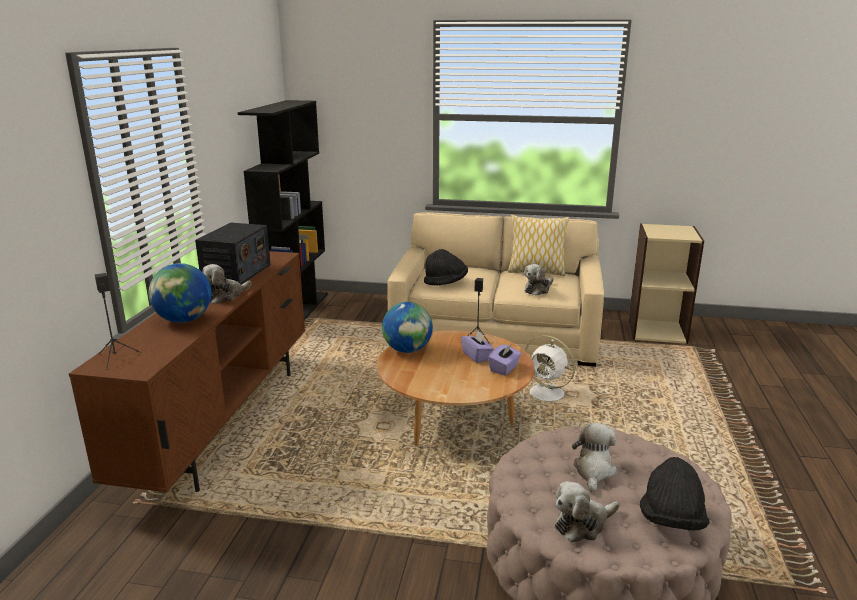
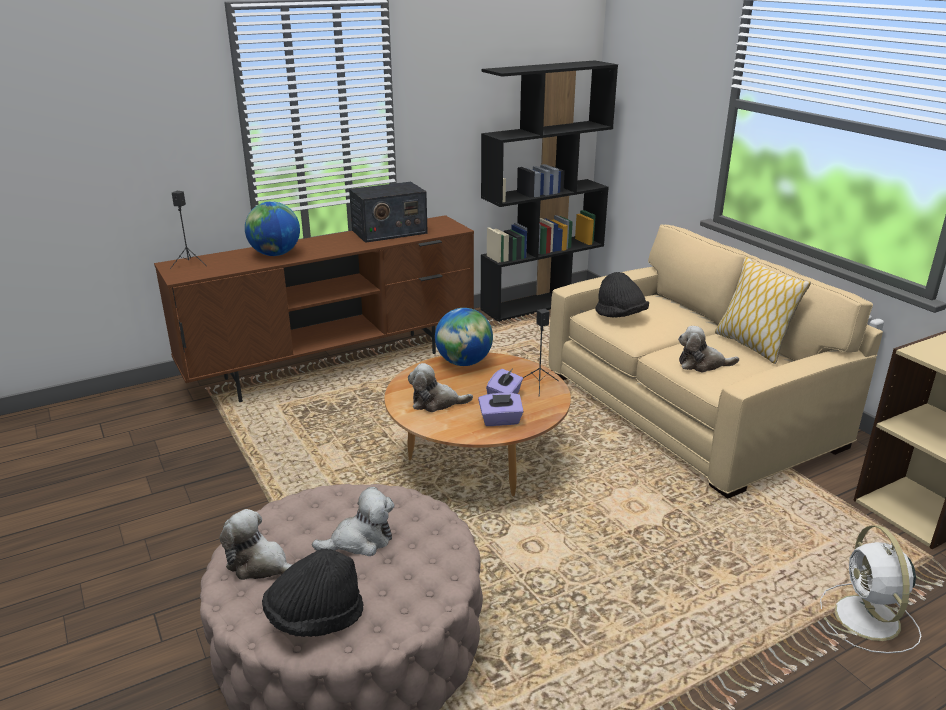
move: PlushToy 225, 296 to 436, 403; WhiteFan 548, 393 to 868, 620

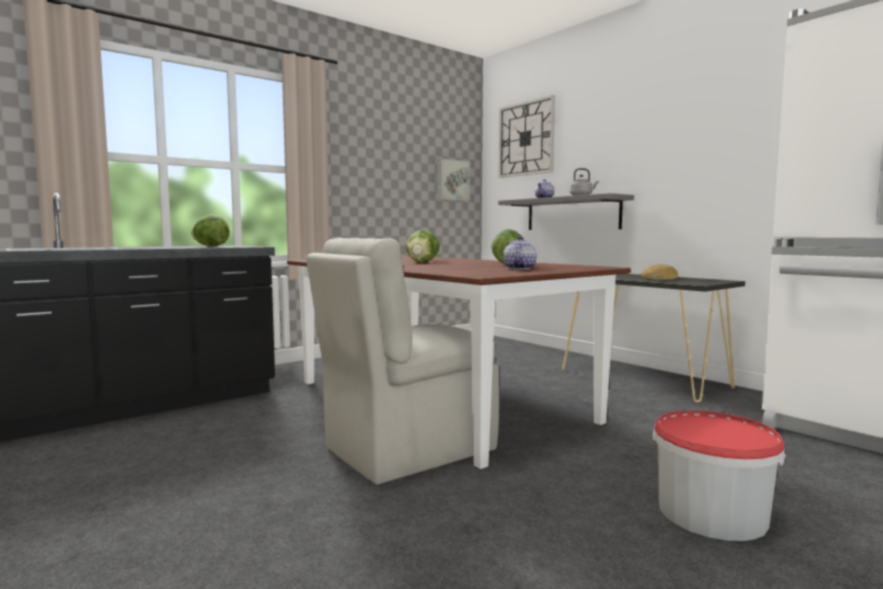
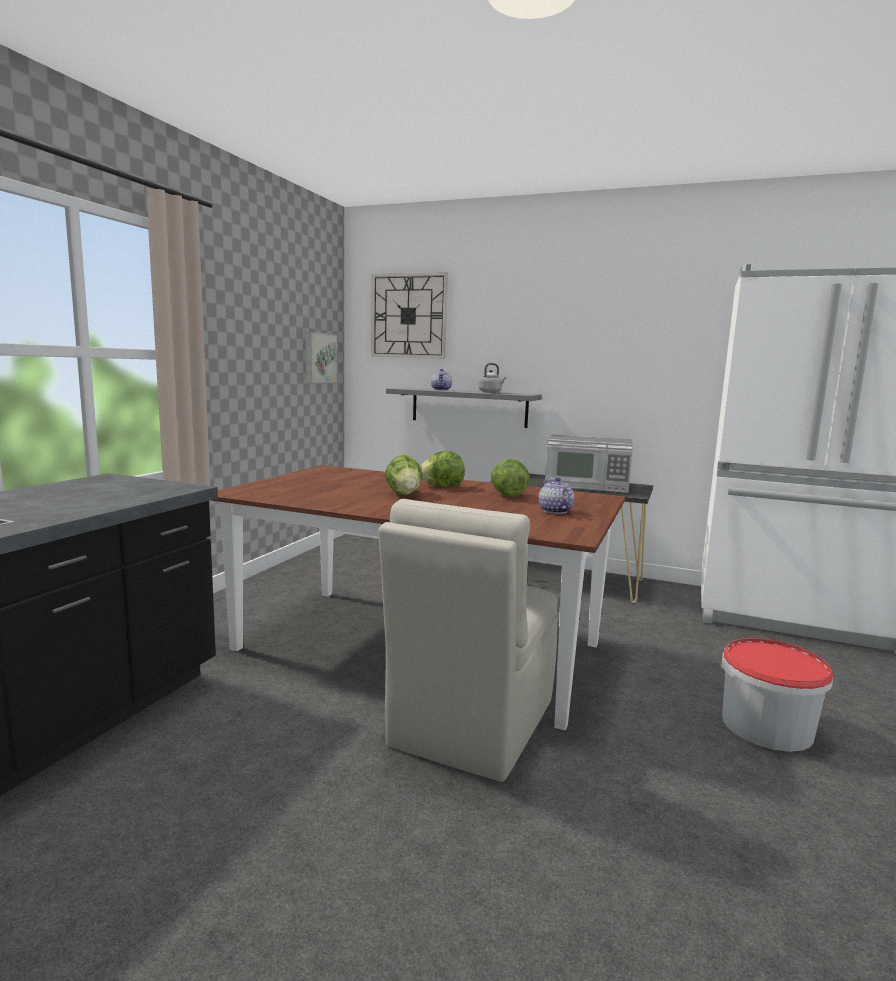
move: Lettuce 210, 246 to 442, 486
replace: Bread 660, 279 to Microwave 587, 485

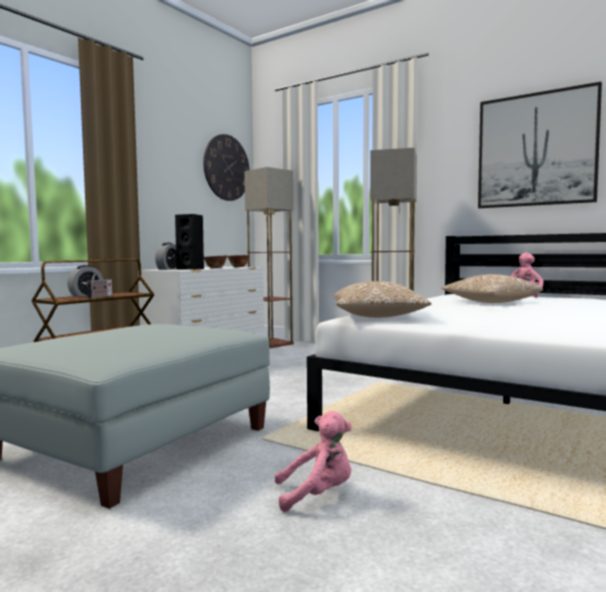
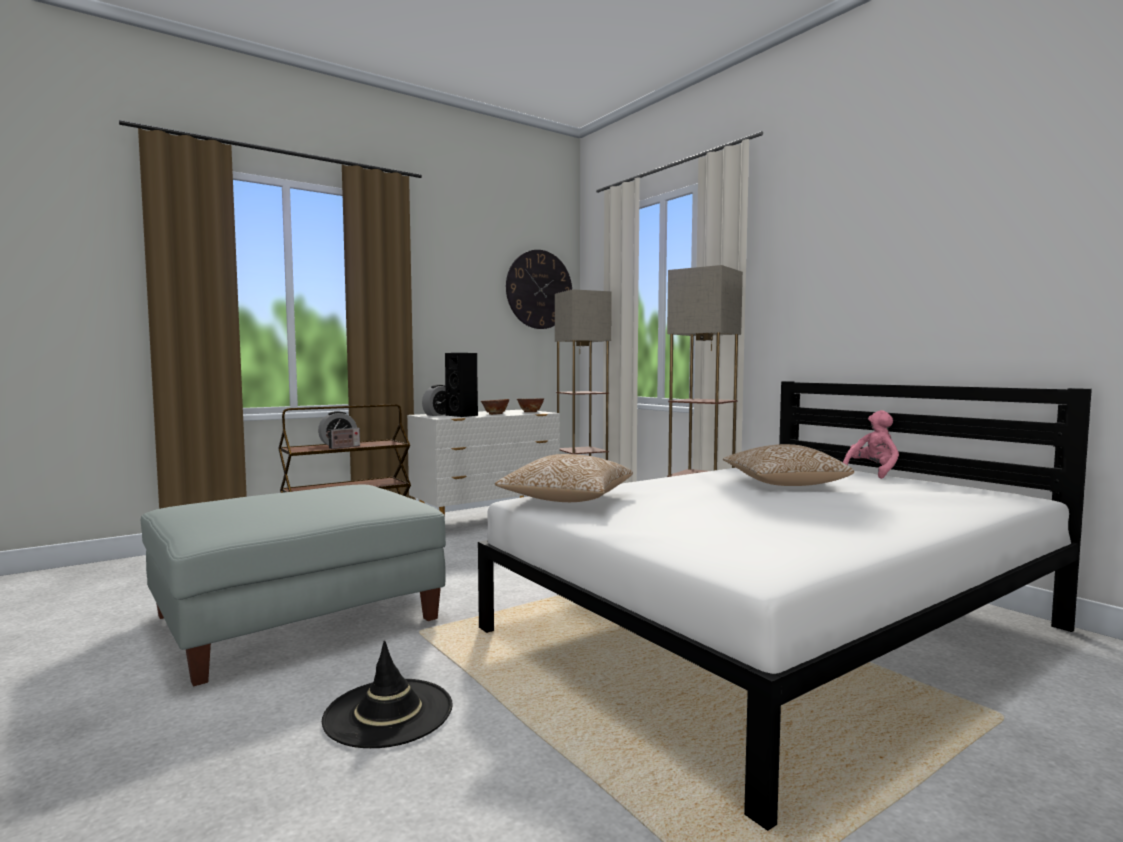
delete: Picture 536, 150
replace: PinkPlushToy 317, 495 to BlackHat 389, 713

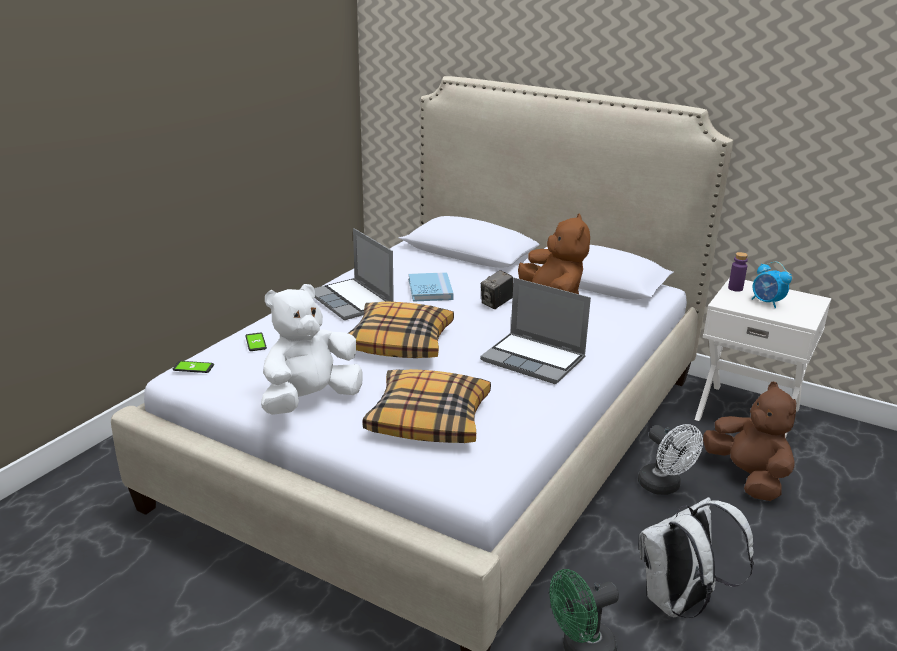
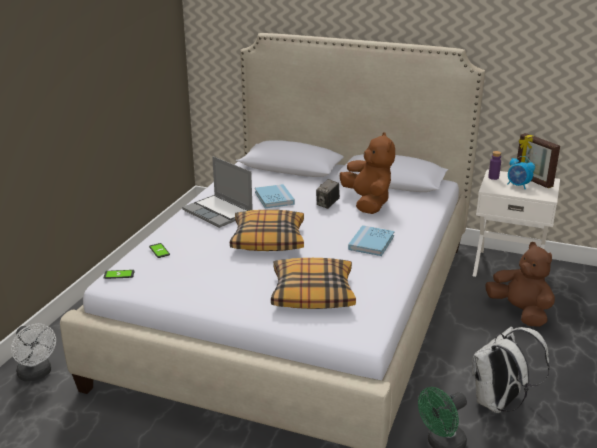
delete: WhitePlushToy 310, 400
insert: PictureFrame 532, 181
move: WhiteFan 664, 487 to 37, 374
replace: Laptop 535, 360 to BlueBook 371, 242

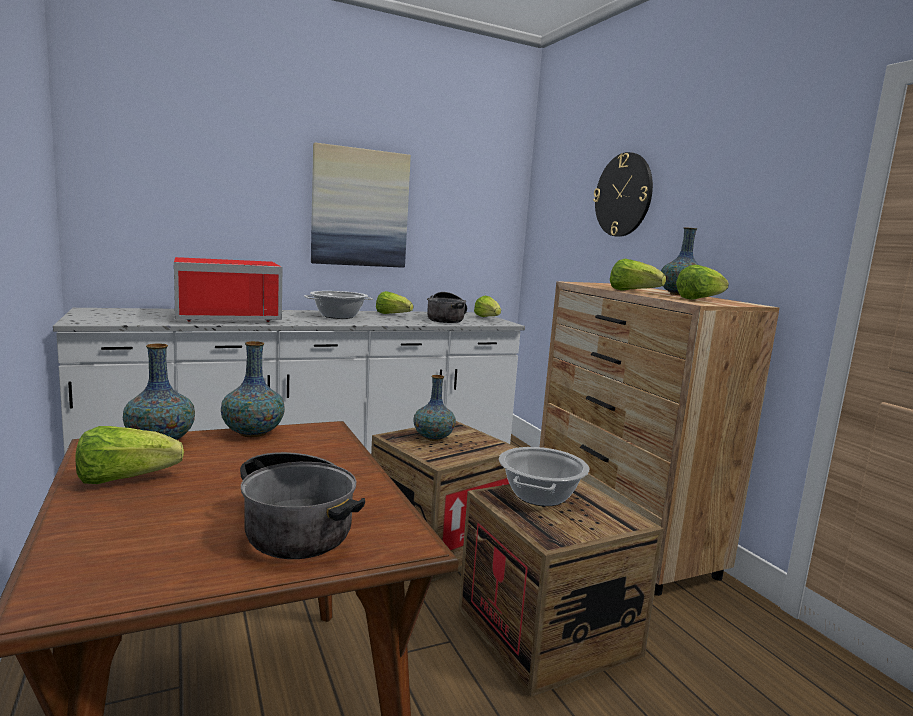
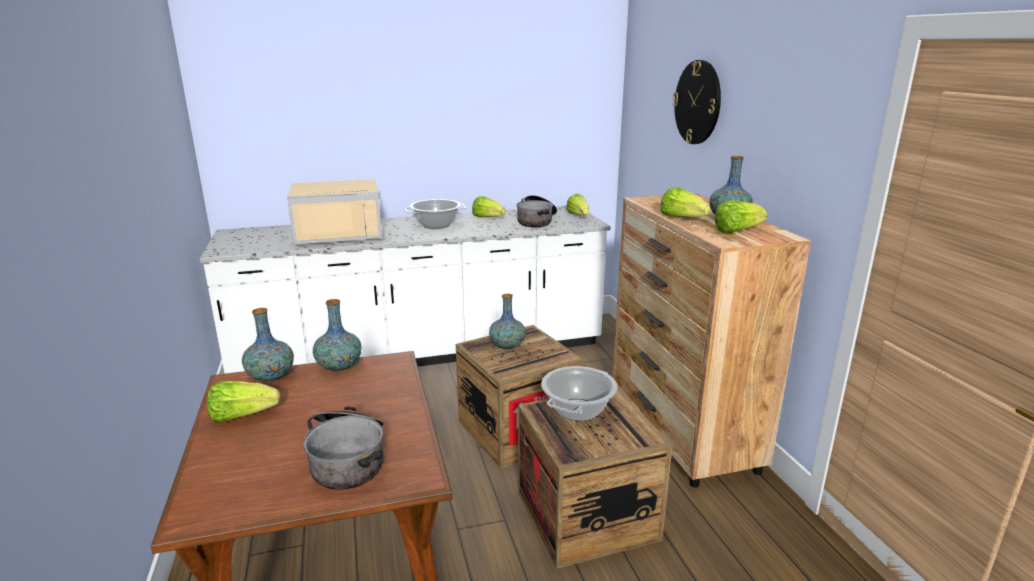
delete: Picture 360, 208
recolor: RedMicrowave 228, 316 to BeigeMicrowave 339, 233

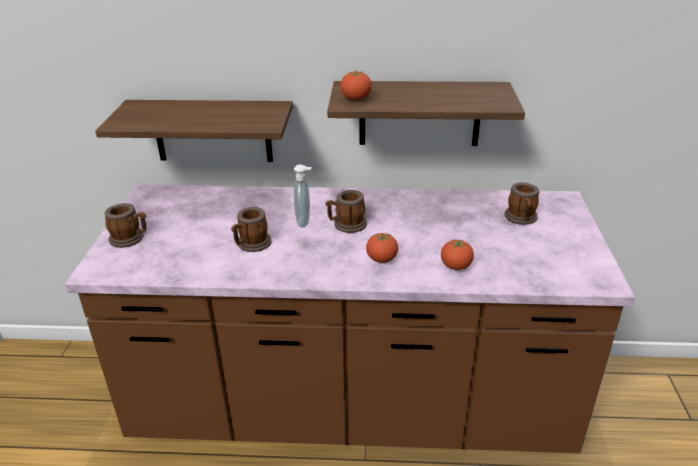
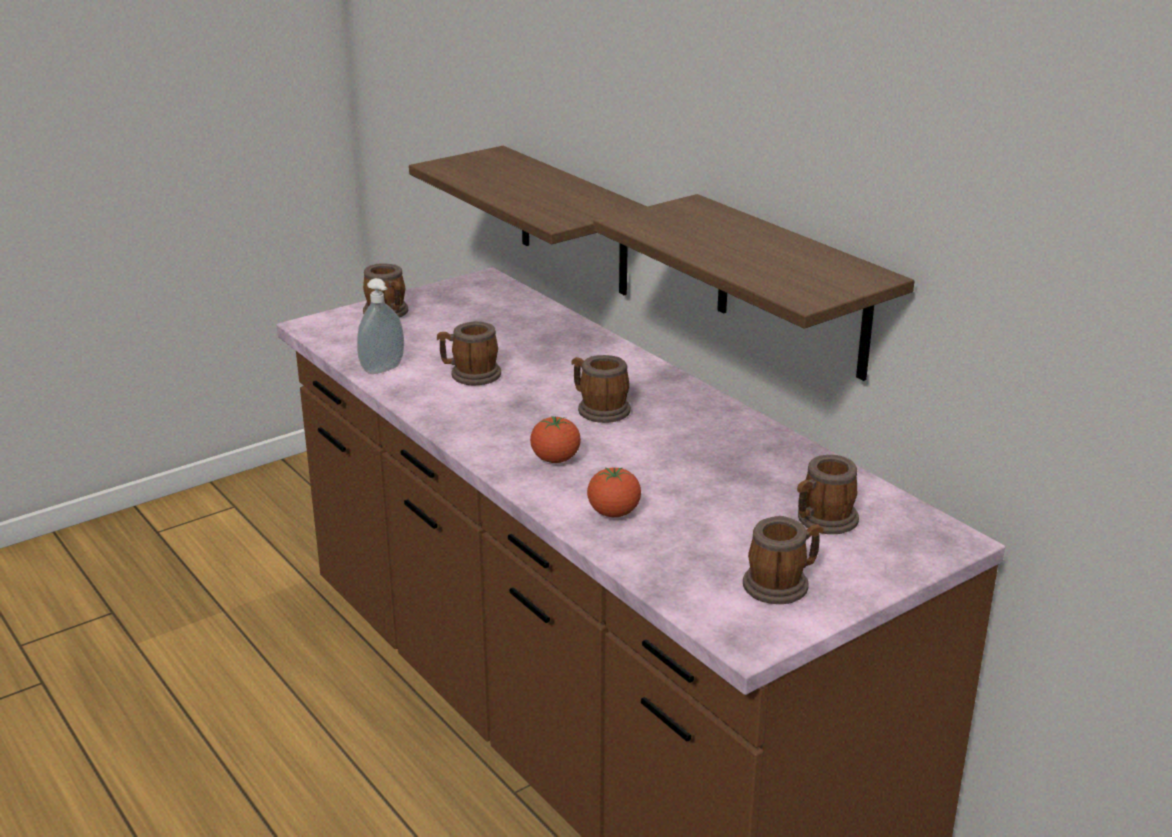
delete: Tomato 356, 99
insert: Mug 782, 584
move: SoapDispenser 304, 222 to 384, 370

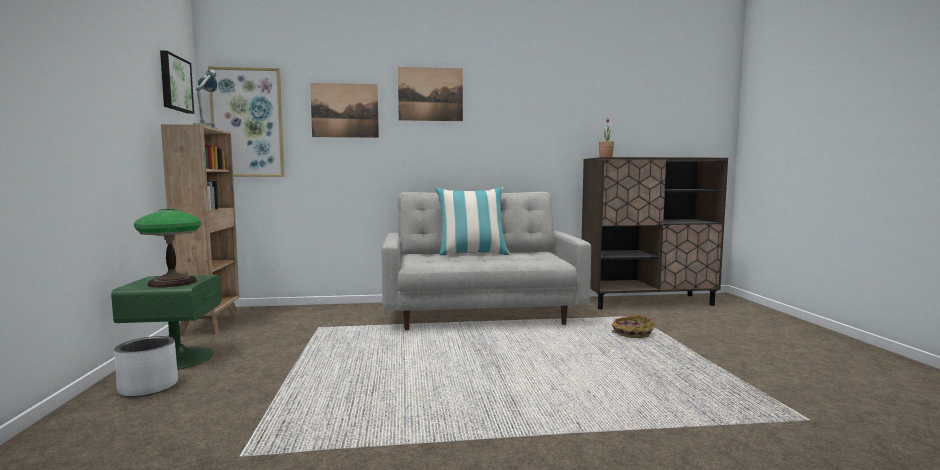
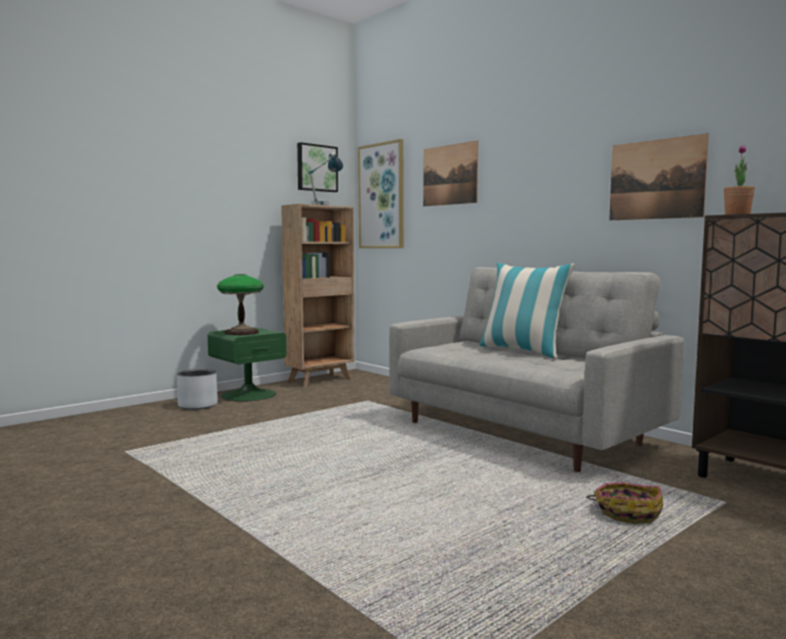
move: Picture 430, 94 to 656, 179

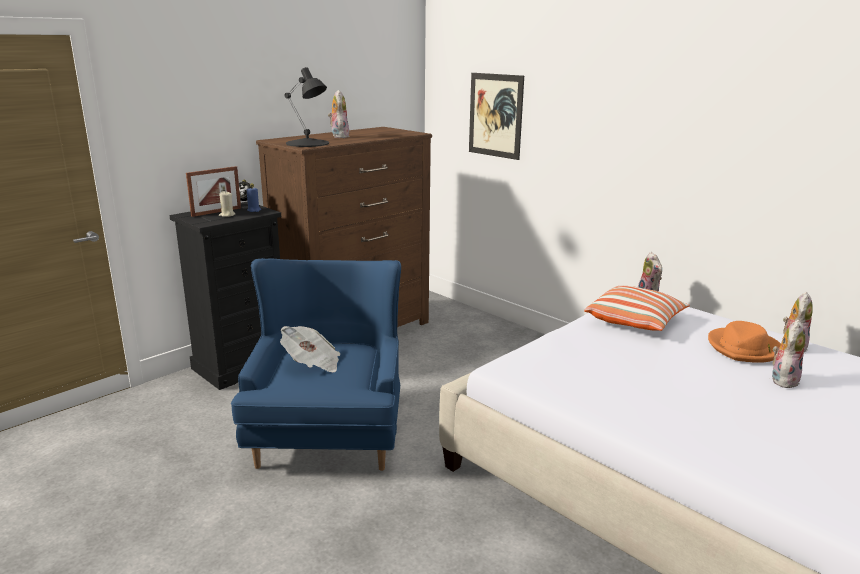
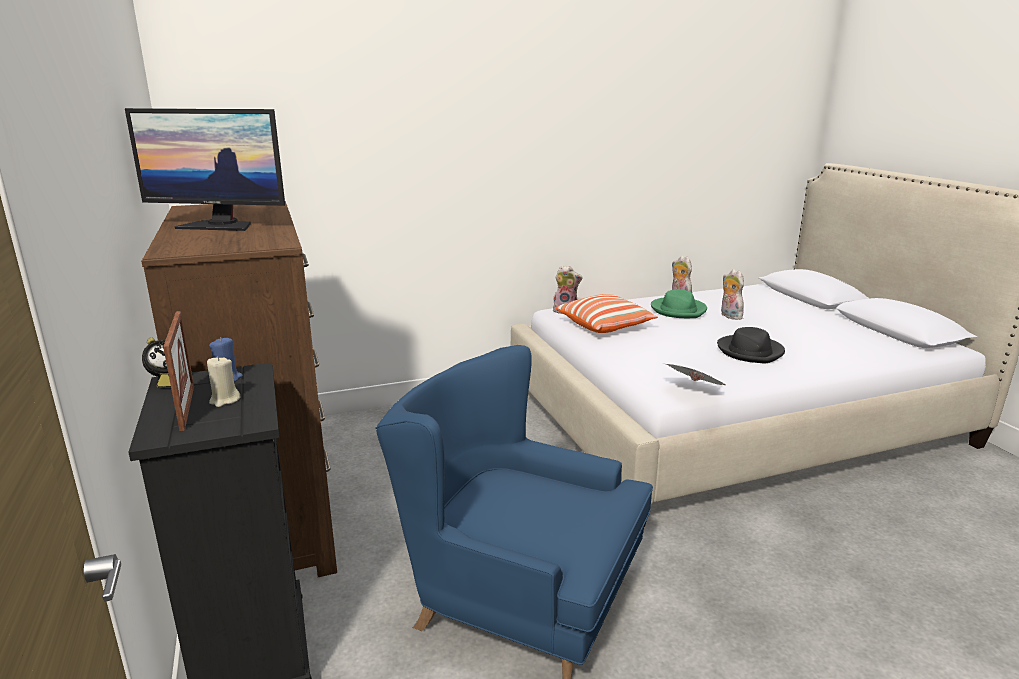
delete: BlackTableLamp 307, 143; Picture 495, 115
insert: BlackHat 750, 351
move: Newspaper 312, 363 to 695, 391
replace: PlushToy 339, 136 to Monitor 219, 226
recolor: OrangeHat 744, 348 to GreenHat 678, 310

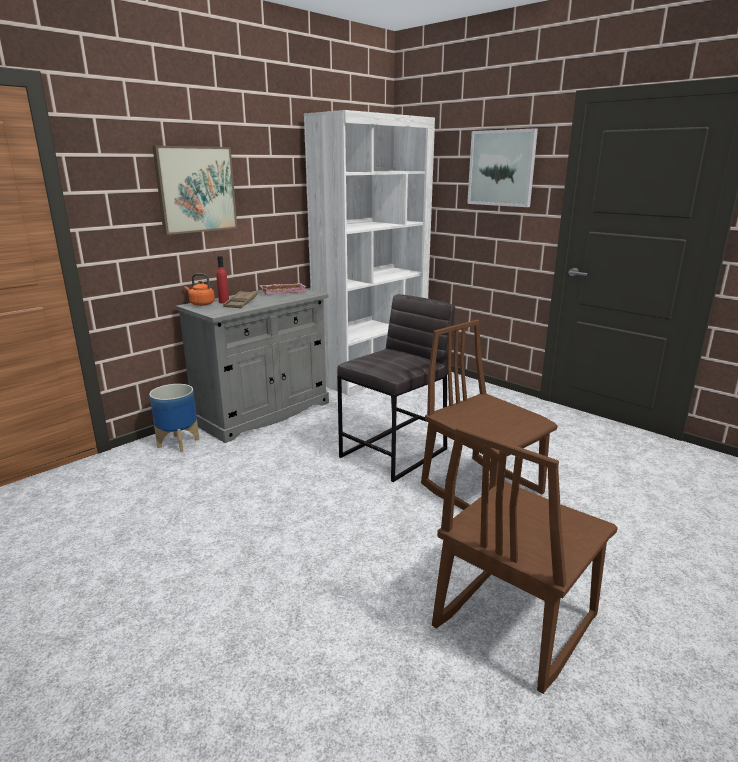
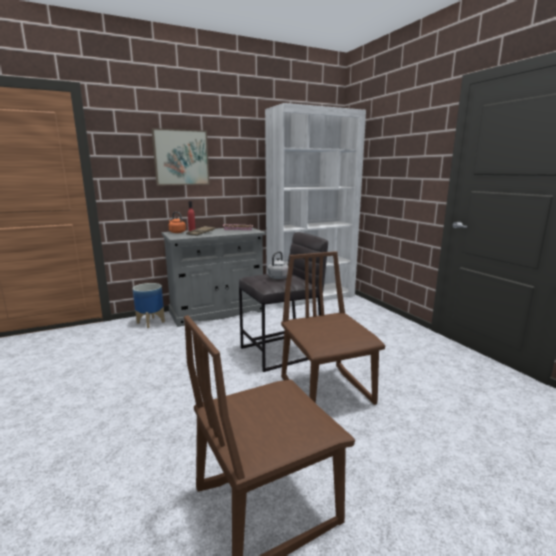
delete: Picture 501, 168
insert: GreyKettle 277, 278

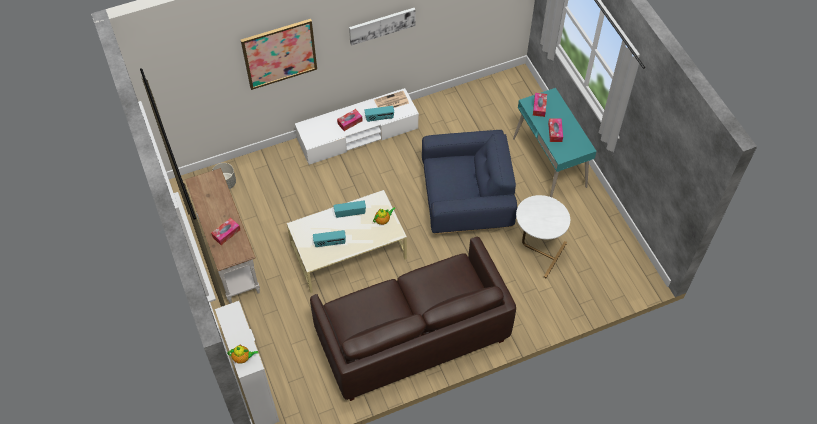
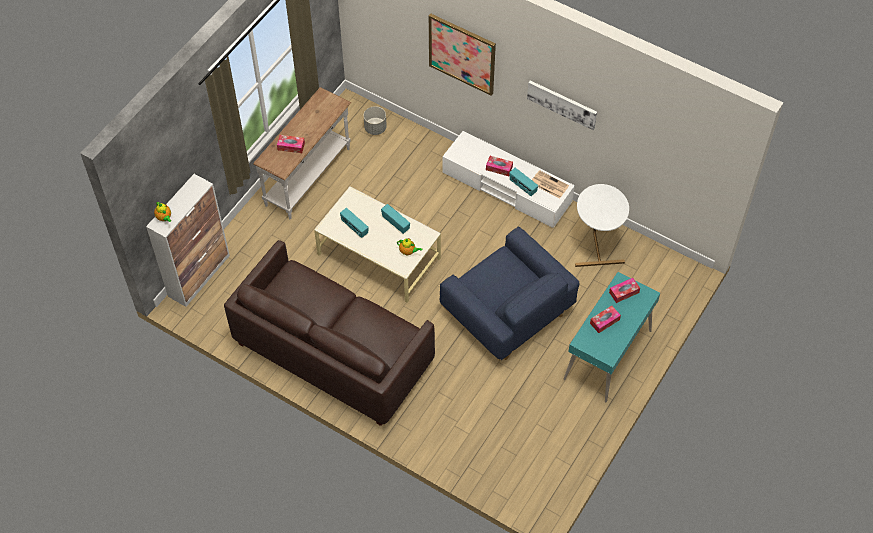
move: WhiteSideTable 537, 251 to 596, 246

